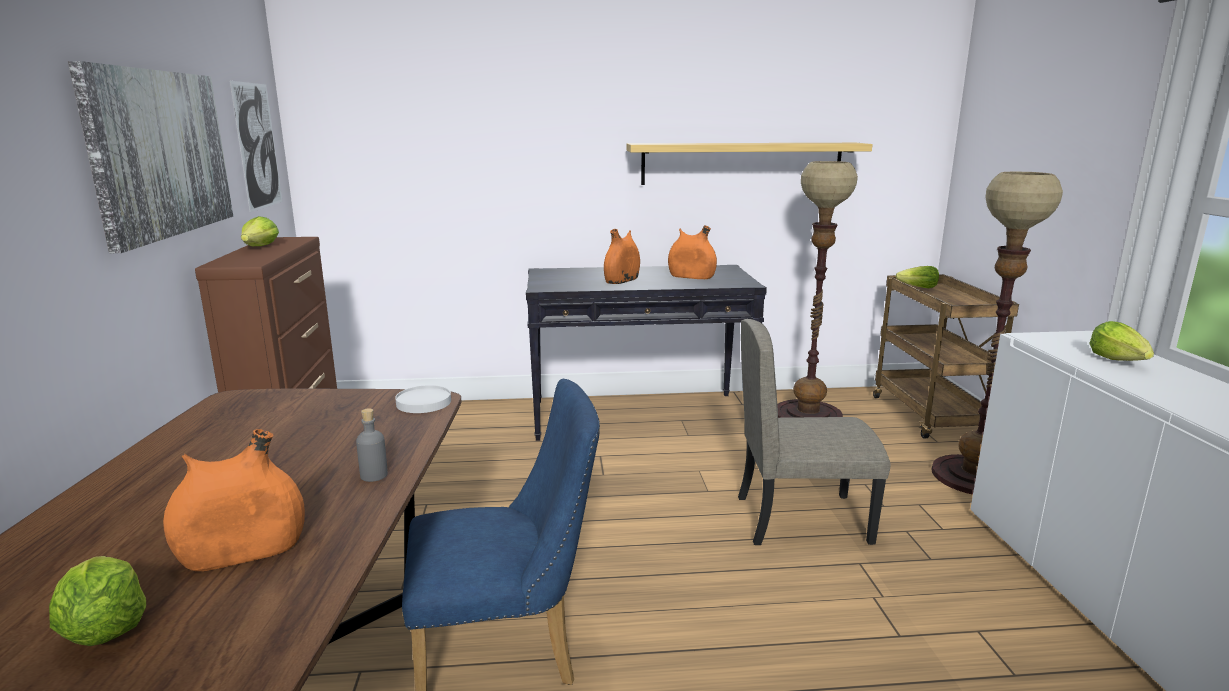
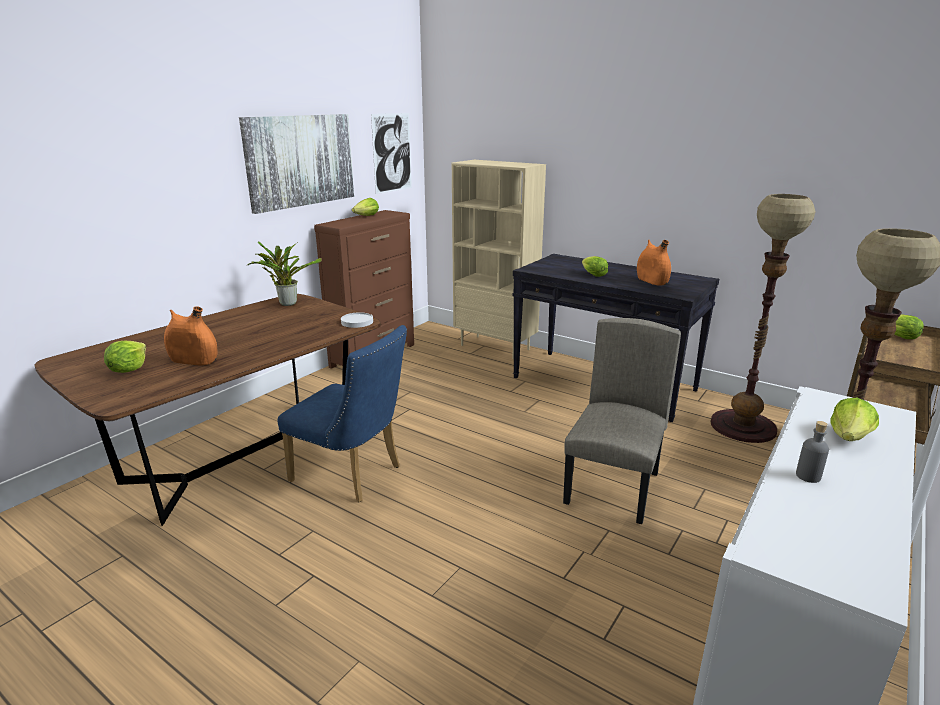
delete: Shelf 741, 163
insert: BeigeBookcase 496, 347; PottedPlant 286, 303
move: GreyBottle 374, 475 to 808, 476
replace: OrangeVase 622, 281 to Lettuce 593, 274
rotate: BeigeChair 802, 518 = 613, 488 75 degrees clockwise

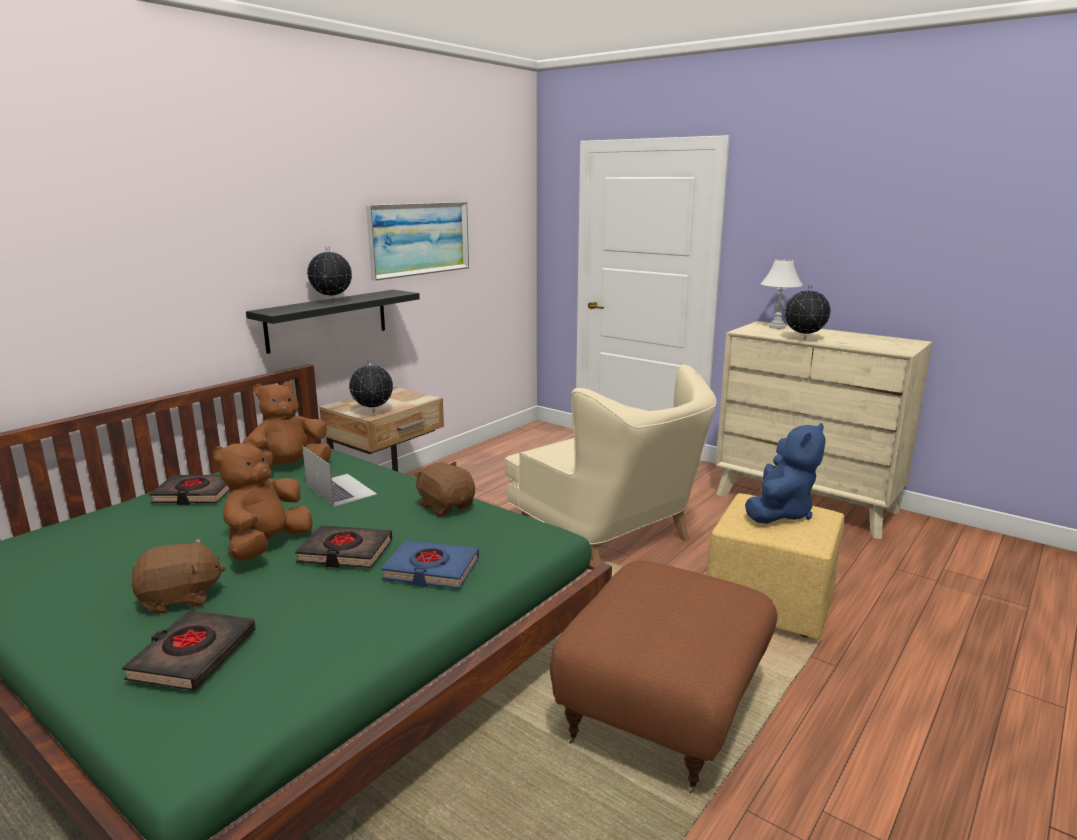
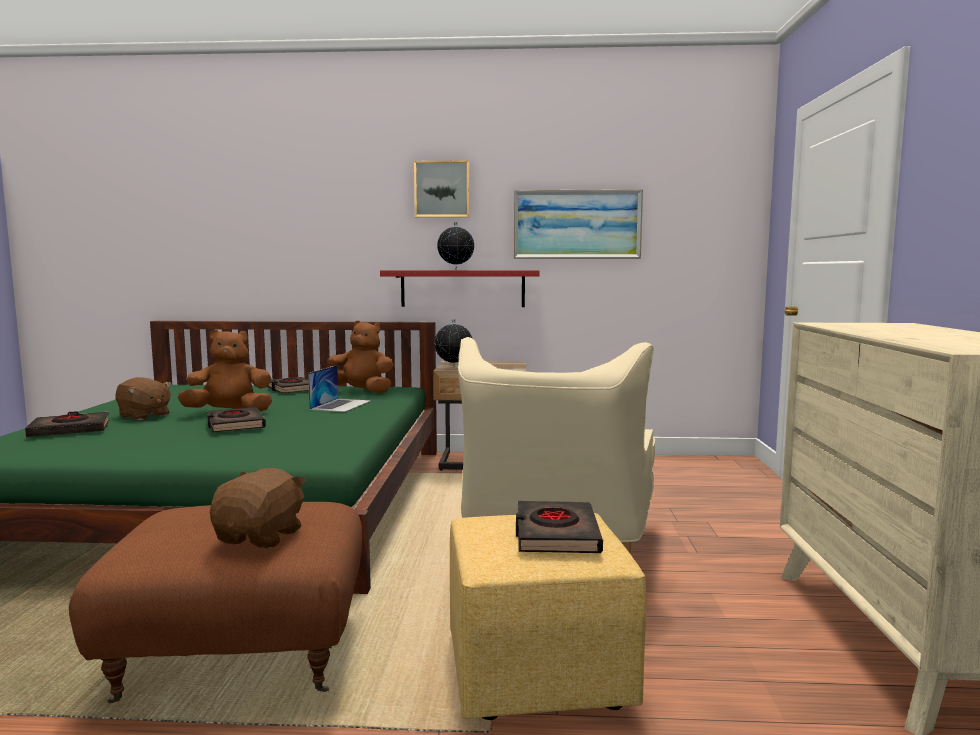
delete: WhiteTableLamp 776, 327; Globe 803, 339; BlueBook 431, 570
insert: Picture 442, 189
move: BrownPlushToy 446, 506 to 261, 537
replace: BluePlushToy 779, 513 to BlackBook 556, 534
recolor: BlackShelf 327, 320 to RedShelf 462, 288

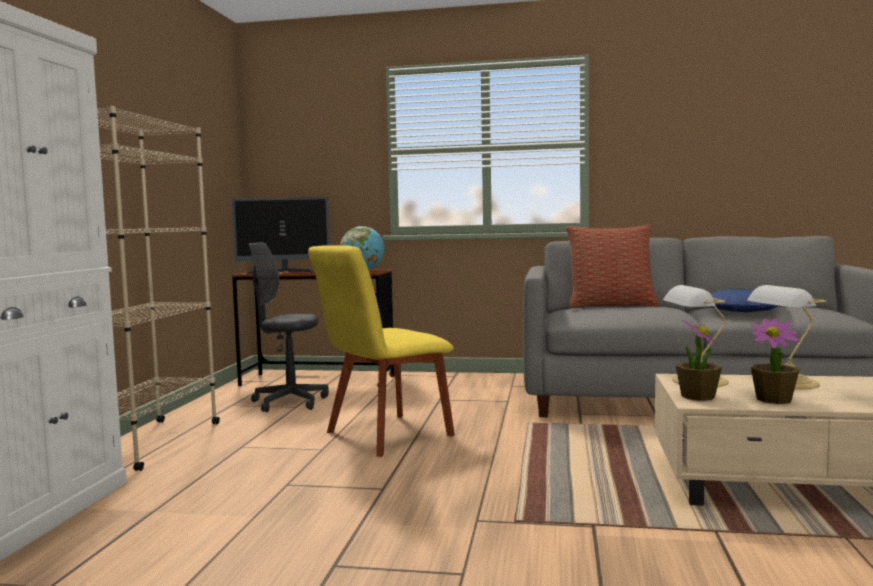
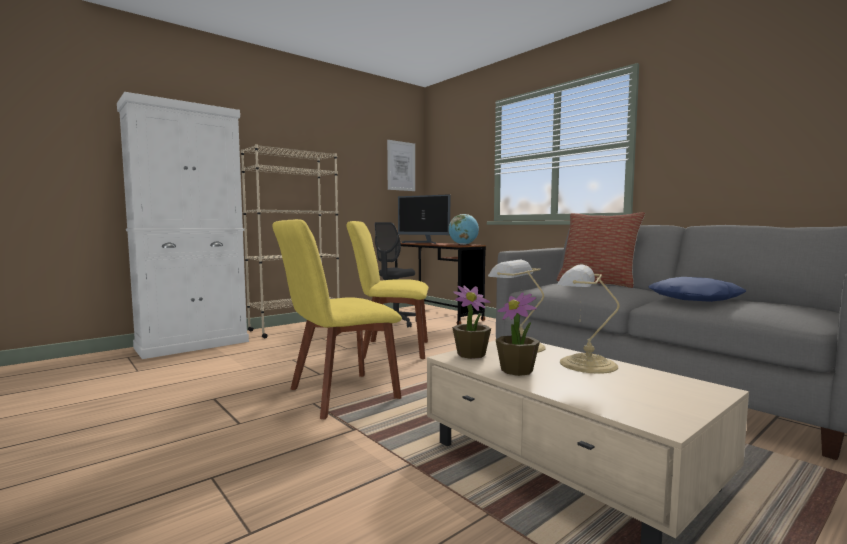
insert: Picture 401, 166; YellowChair 338, 395
rotate: GreyOfficeChair 289, 402 = 395, 323 105 degrees counterclockwise

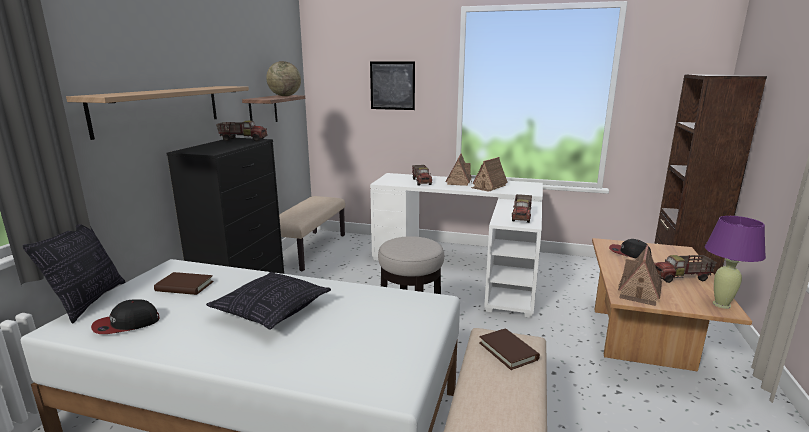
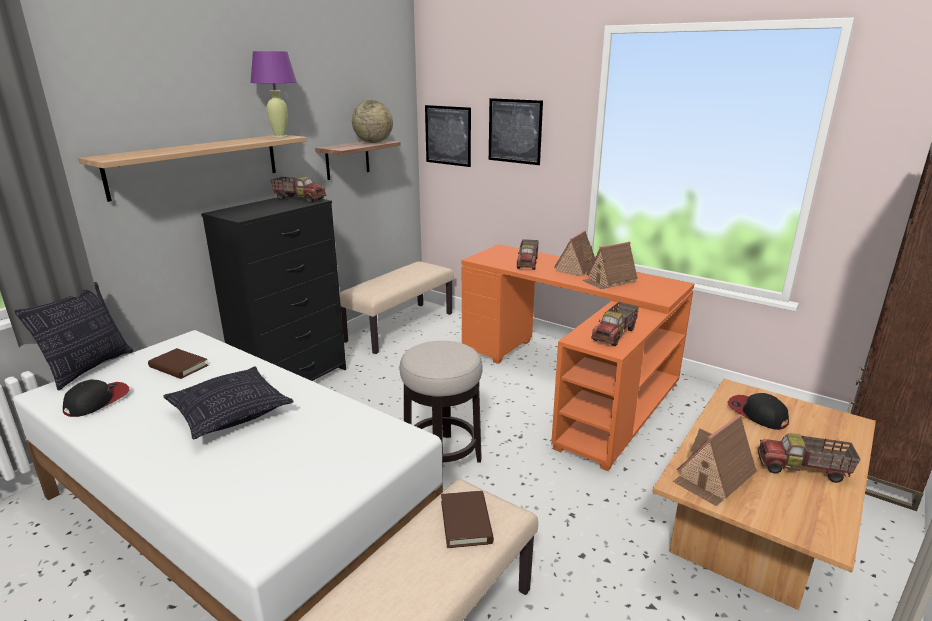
insert: Picture 448, 135
move: PurpleTableLamp 721, 304 to 280, 136
recolor: WhiteDesk 468, 267 to OrangeDesk 574, 383
rotate: Cap 126, 324 = 97, 401 135 degrees clockwise

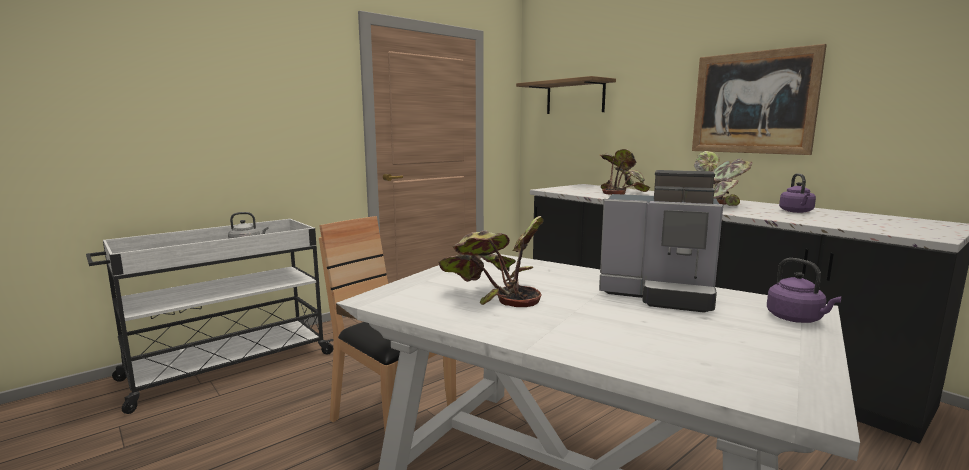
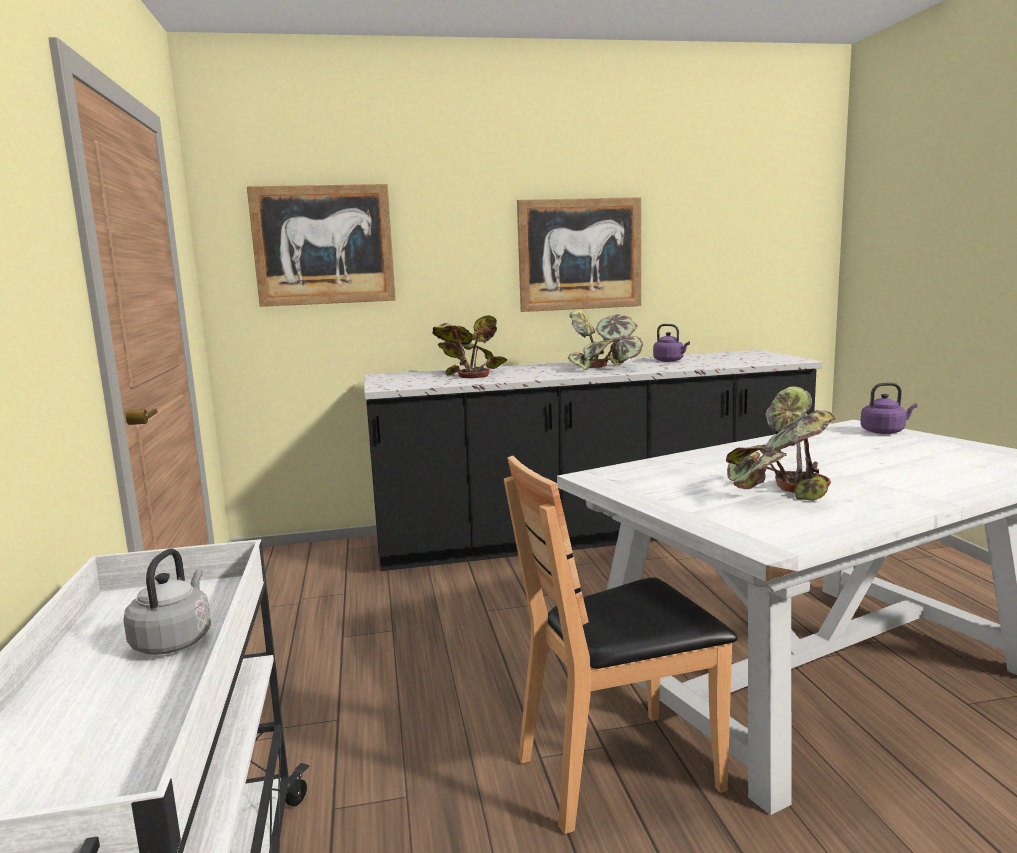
delete: CoffeeMachine 659, 294
replace: Shelf 575, 97 to Picture 323, 245

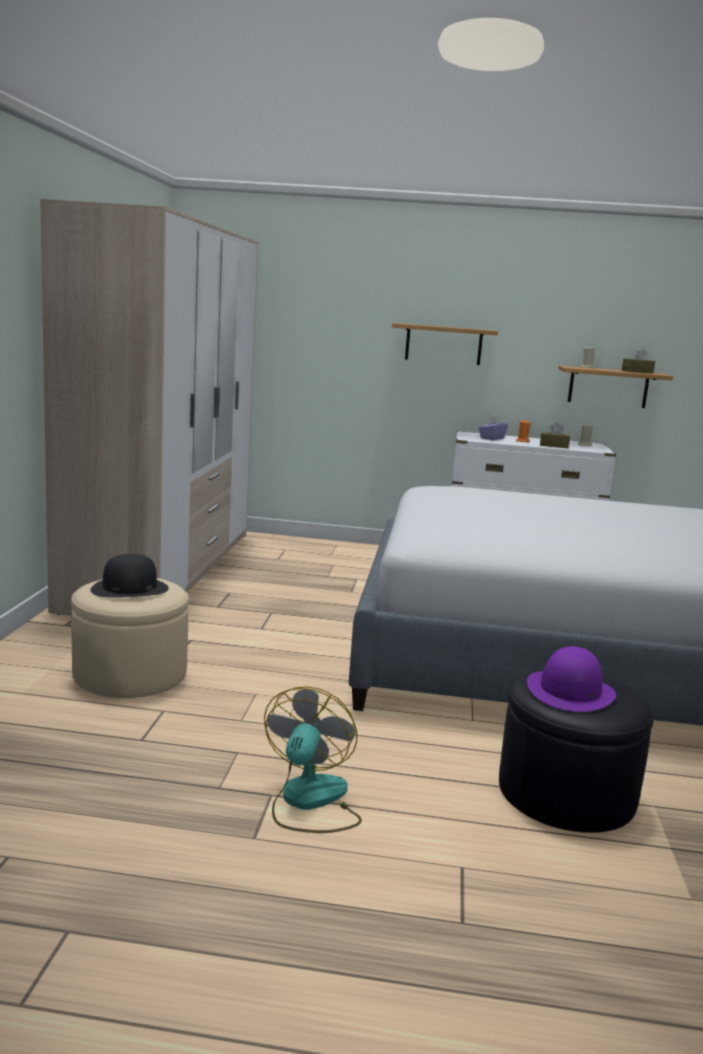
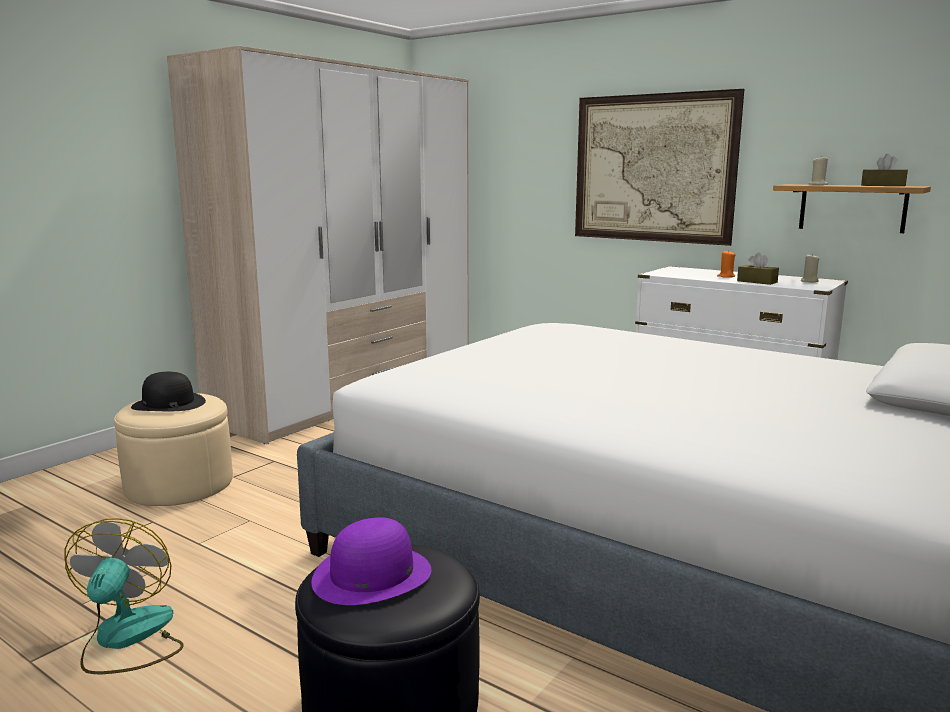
delete: PurpleTissueBox 491, 438
replace: Shelf 443, 344 to Picture 653, 168
rotate: Fan 309, 802 = 127, 639 45 degrees counterclockwise

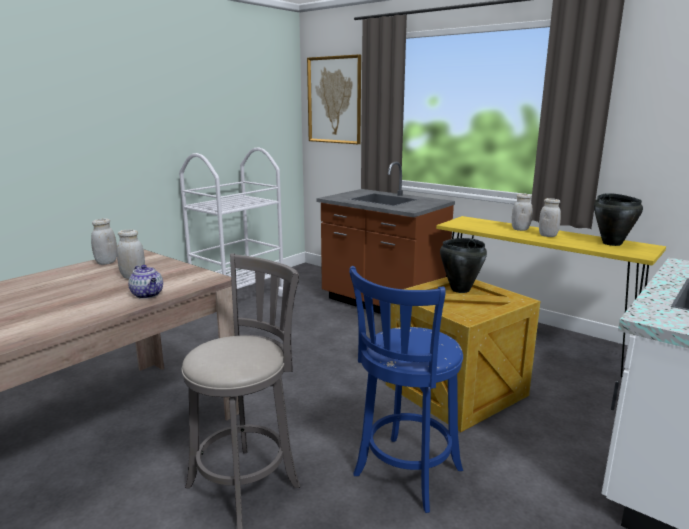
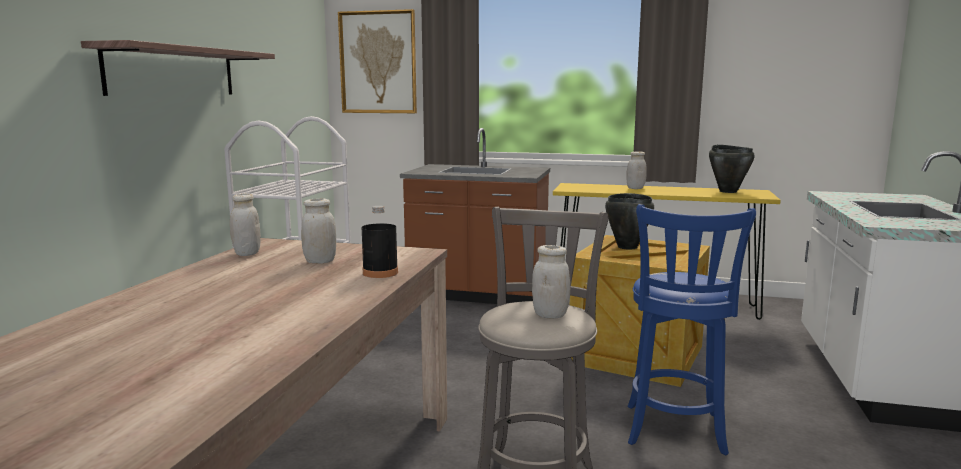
insert: Shelf 173, 72
move: WhiteJar 548, 235 to 550, 315
replace: Teapot 148, 295 to BlackBottle 380, 273

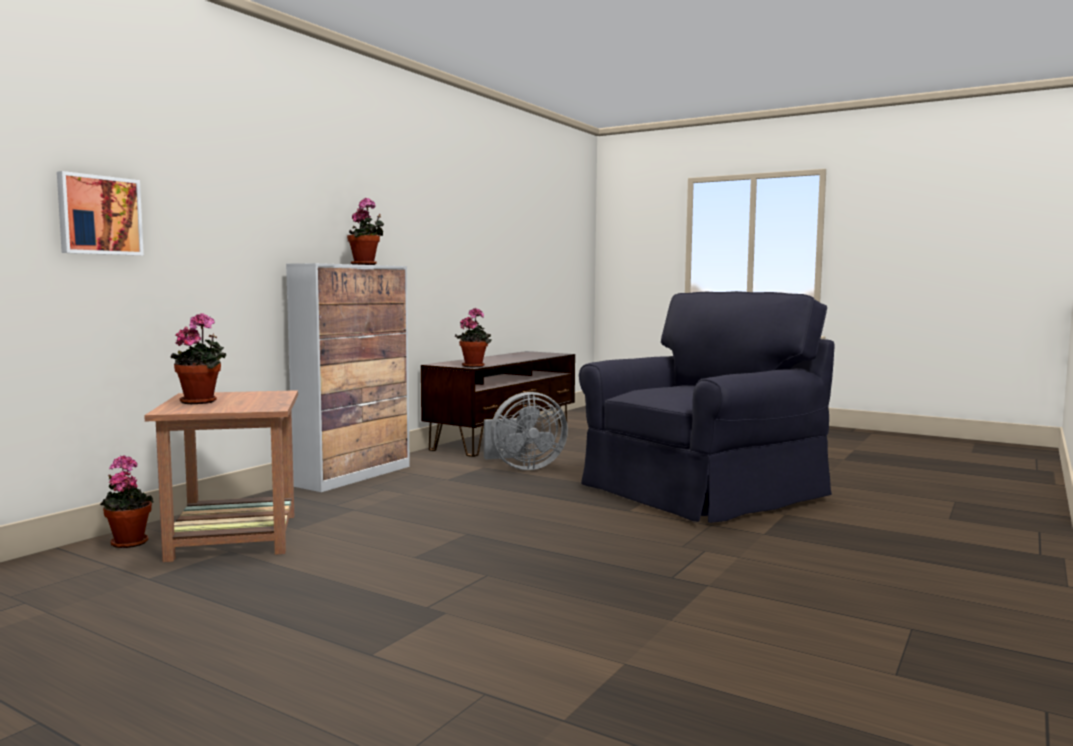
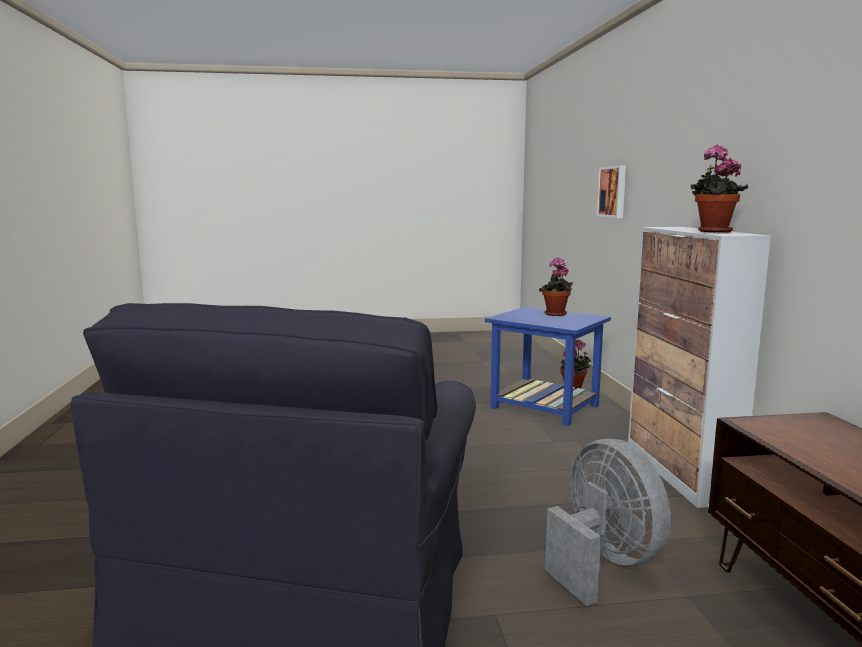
delete: PottedPlant 474, 366
recolor: BrownSideTable 234, 536 to BlueSideTable 546, 407
rotate: GreyFan 523, 467 = 603, 563 120 degrees clockwise

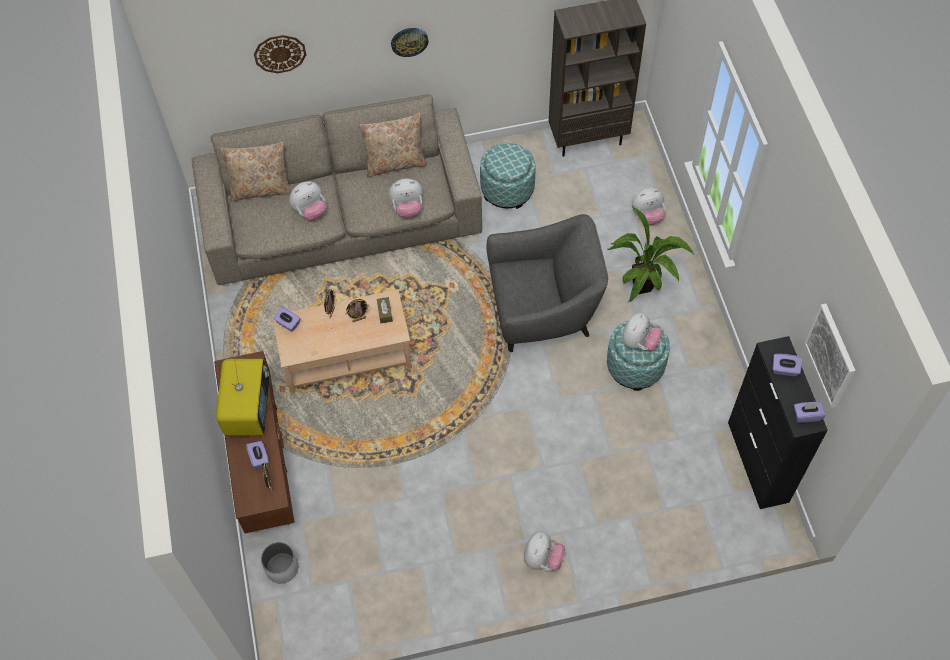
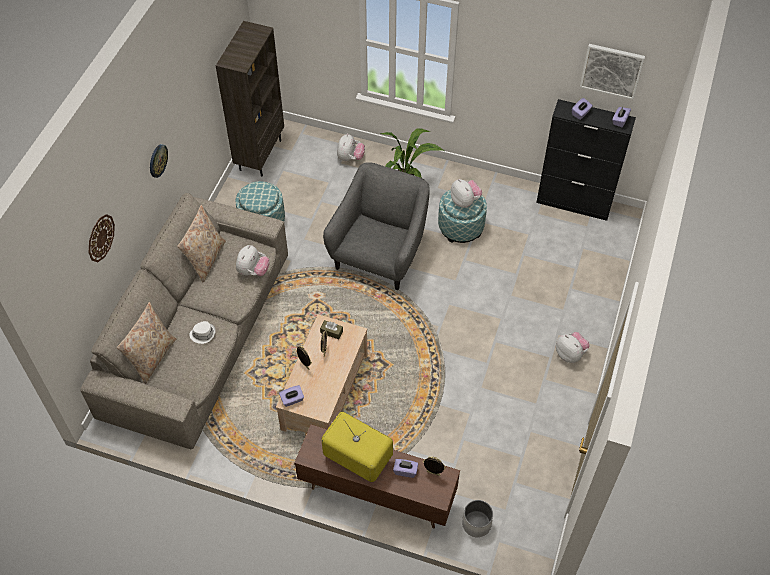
replace: PlushToy 310, 211 to WhiteHat 203, 334

